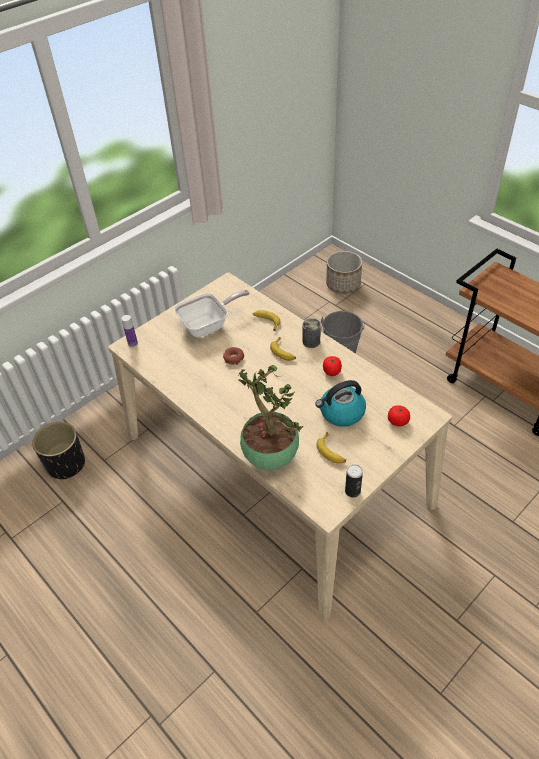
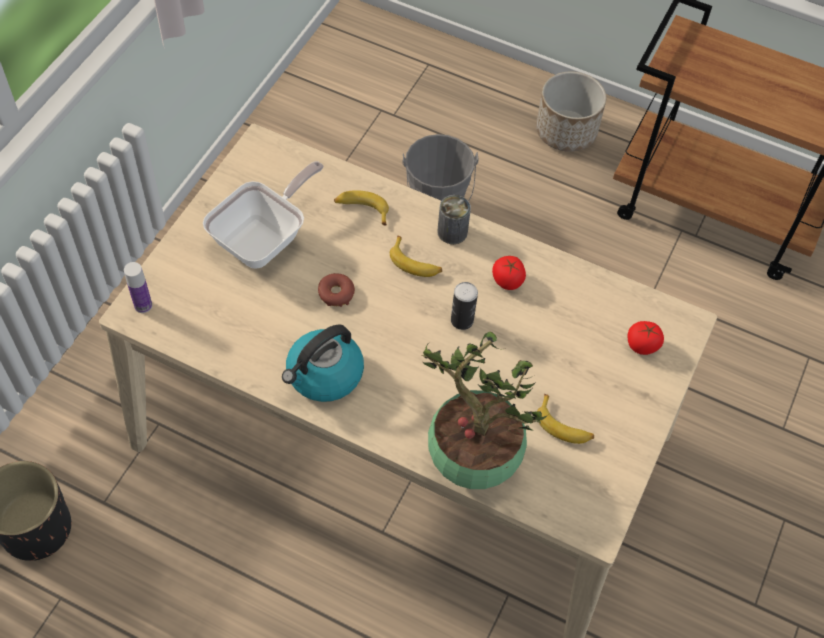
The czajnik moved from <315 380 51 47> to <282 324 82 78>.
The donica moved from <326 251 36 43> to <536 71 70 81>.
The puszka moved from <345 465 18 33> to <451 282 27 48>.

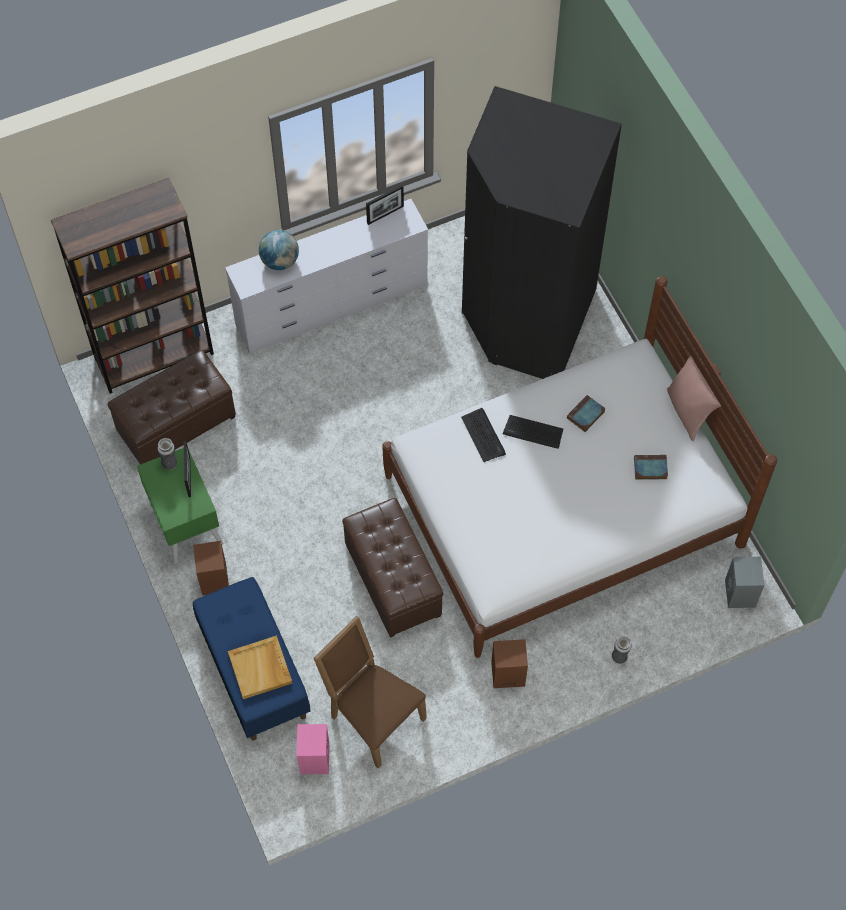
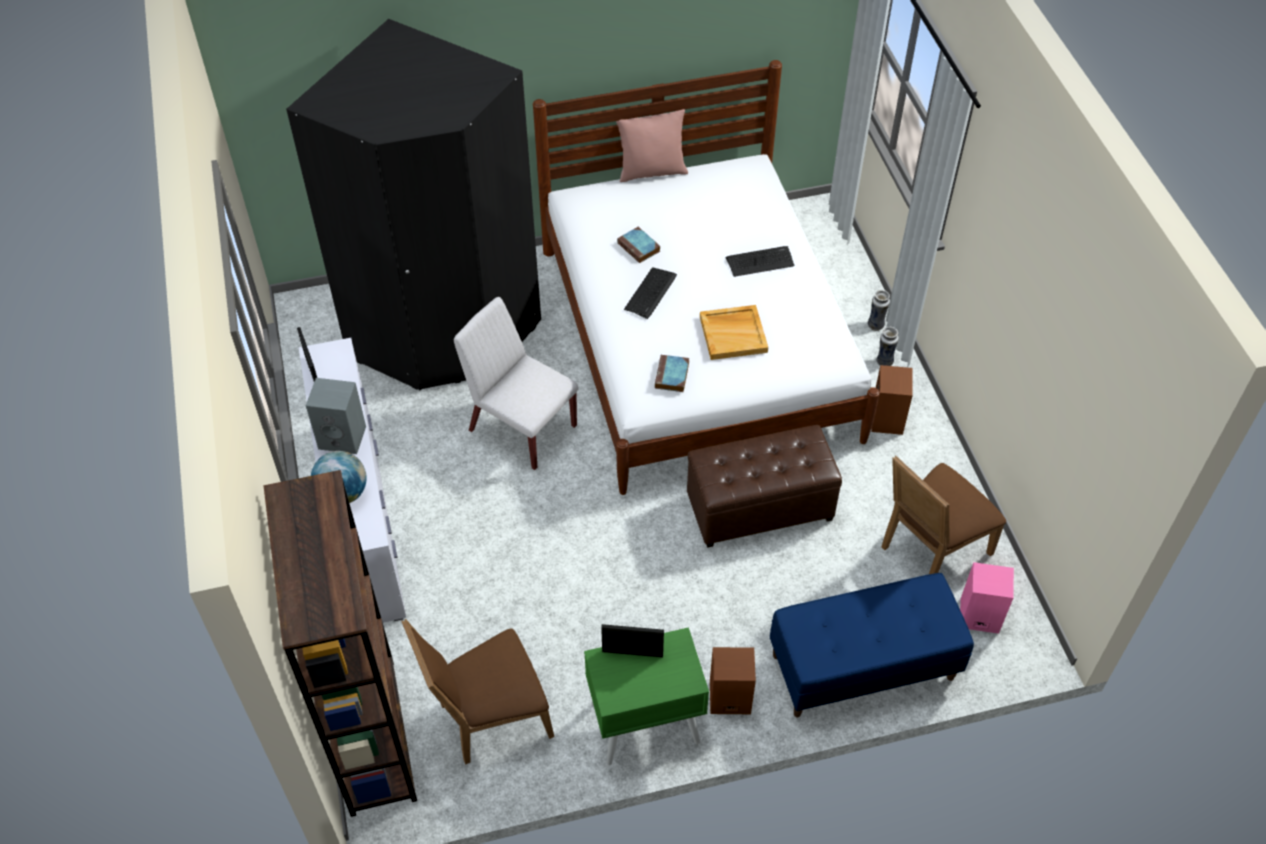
The krzesło (biały) at <454 297 125 173> appeared.
The wazon moved from <158 438 19 32> to <876 327 23 39>.
The taca (beżowy) moved from <228 636 64 63> to <700 305 68 55>.
The klawiatura moved from <461 408 45 54> to <725 246 69 31>.
The książka moved from <634 455 34 25> to <655 355 34 37>.
The głośnik (szary) moved from <725 557 40 51> to <306 378 60 76>.
The pufa (brązowy) at <108 350 128 115> was replaced by the krzesło (brązowy) at <402 619 152 146>.

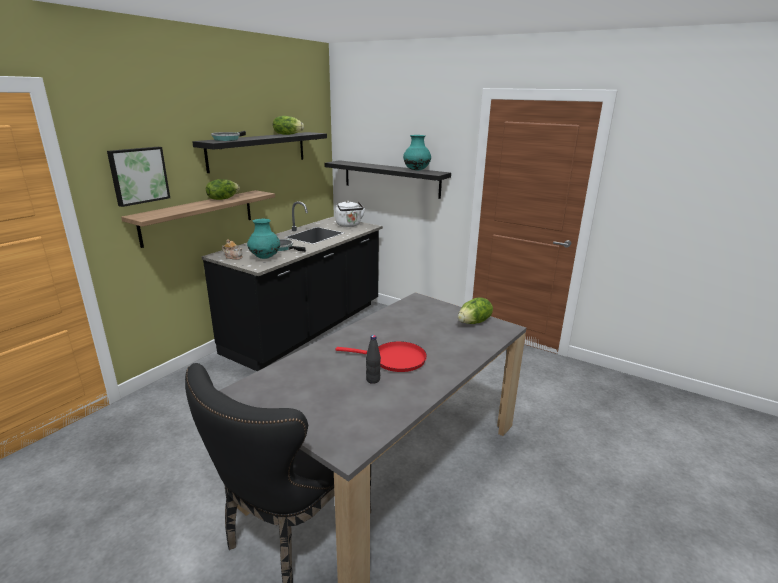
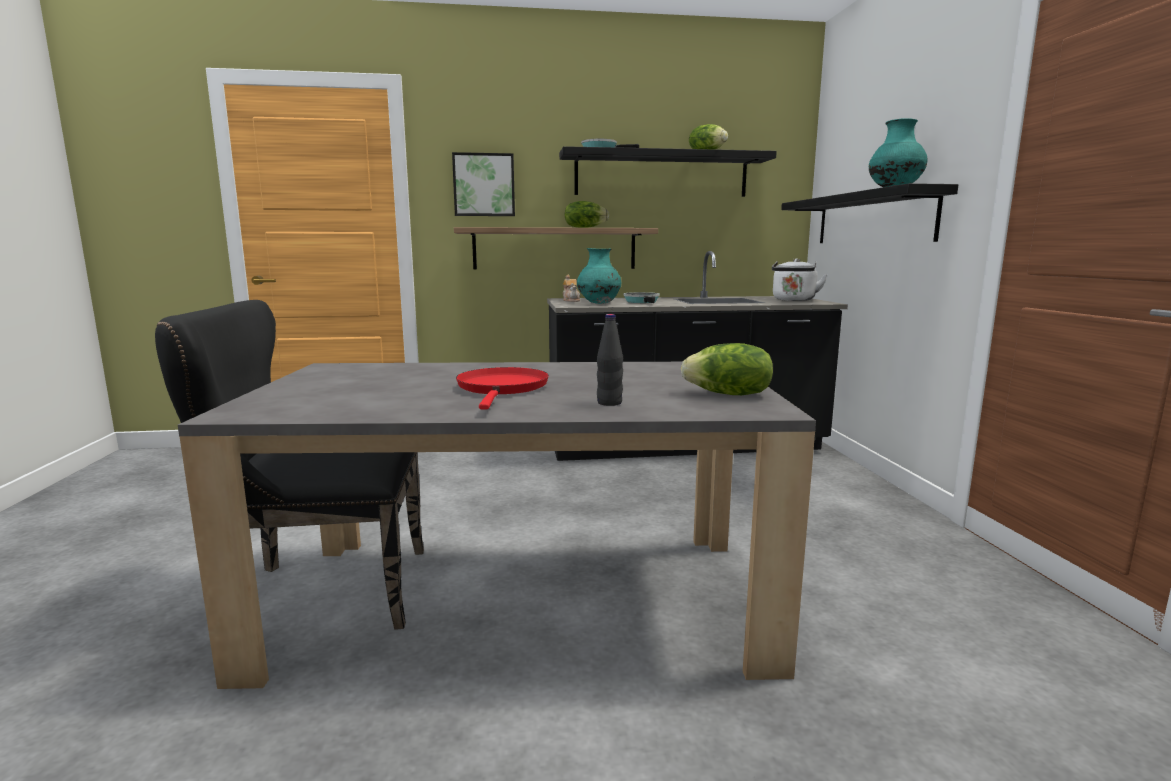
The butelka (czarny) moved from <366 335 15 49> to <597 314 26 92>.
The patelnia (czerwony) at <335 341 92 31> turned 150 degrees counterclockwise.

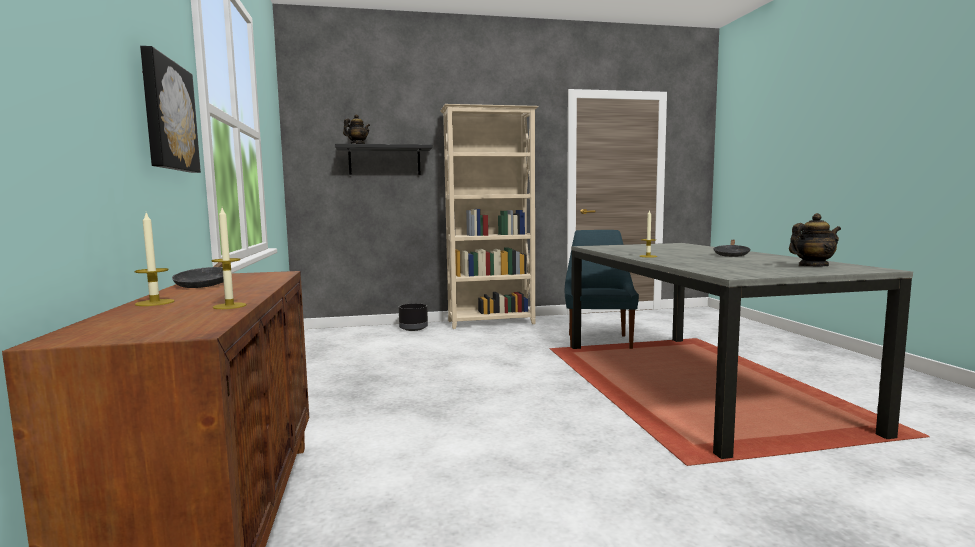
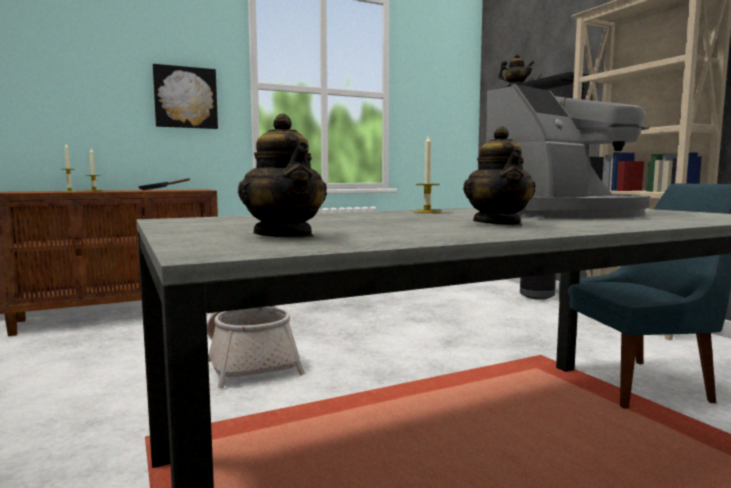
The koszyk at <207 306 98 82> appeared.
The ekspres do kawy at <486 84 164 135> appeared.
The patelnia (czarny) at <713 240 38 17> was replaced by the imbryk at <463 126 72 99>.

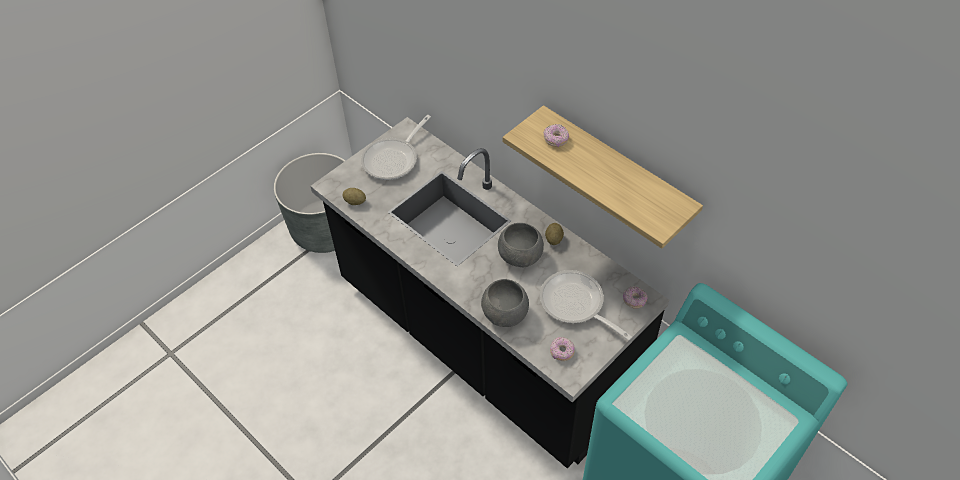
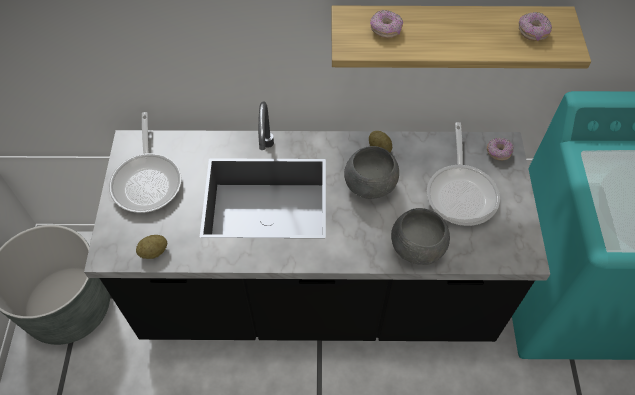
The donut moved from <550 337 25 24> to <519 12 33 29>.
The patelnia at <540 270 92 70> turned 90 degrees counterclockwise.

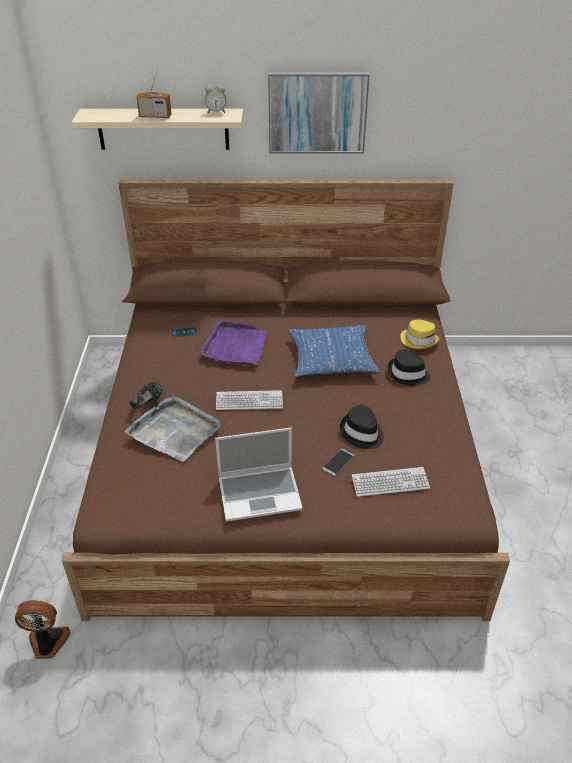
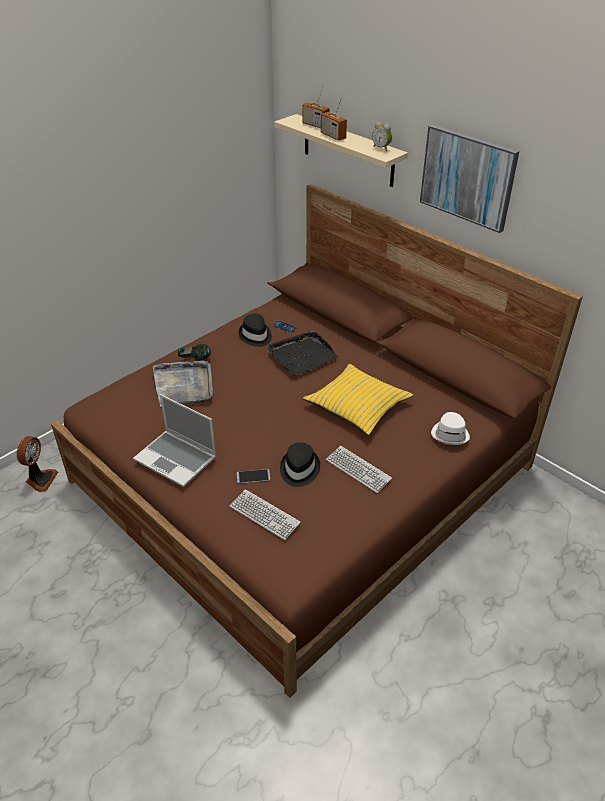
The radio at <302 85 28 43> appeared.
The klawiatura moved from <216 390 67 20> to <326 446 66 47>.
The kapelusz (czarny) moved from <388 350 42 36> to <239 313 33 34>.
The taca (fioletowy) at <200 321 67 44> became the taca (czarny) at <268 331 70 44>.
The poduszka (niebieski) at <288 325 92 52> became the poduszka (żółty) at <303 364 110 71>.
The kapelusz (żółty) at <400 320 39 29> became the kapelusz (biały) at <431 412 39 33>.
The wentylator at <15 600 56 59> turned 60 degrees clockwise.

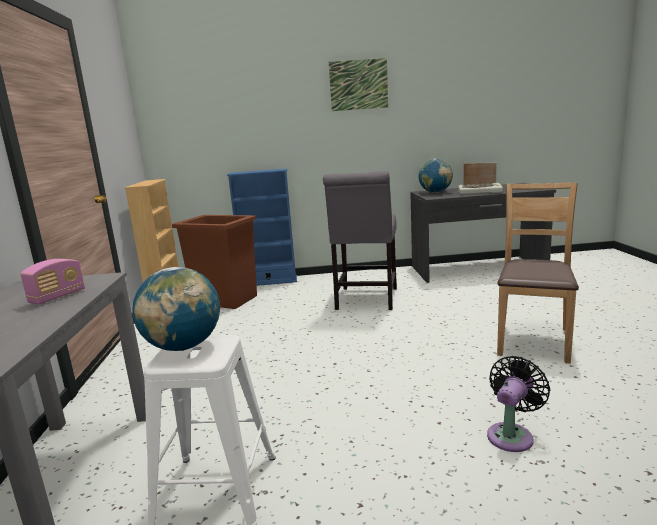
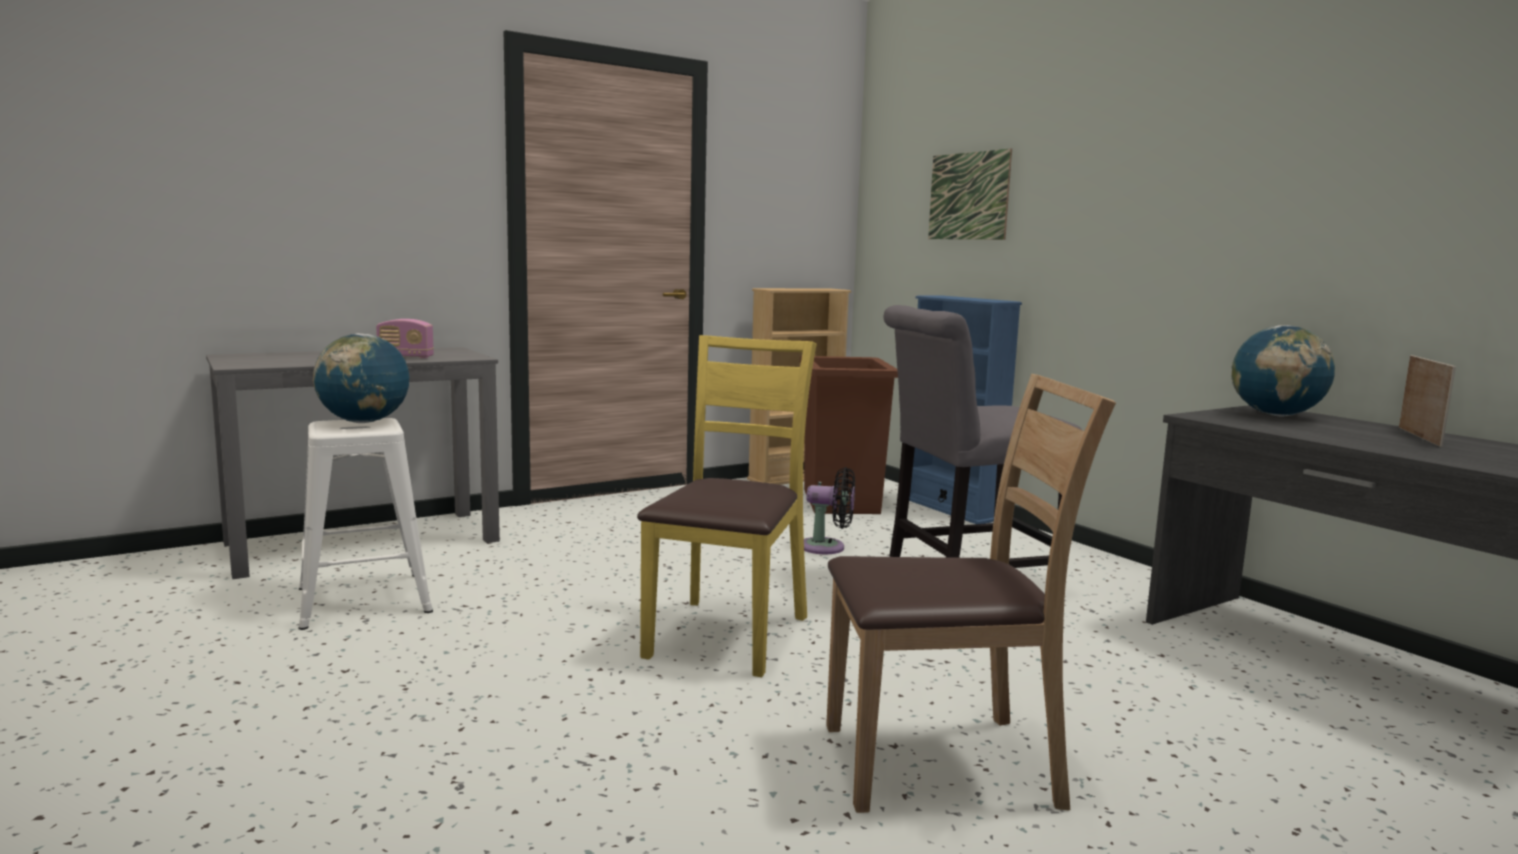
The klawiatura at <458 183 45 12> disappeared.
The krzesło (żółty) at <637 335 180 342> appeared.
The obraz moved from <329 58 59 53> to <928 148 84 92>.
The wentylator (czarny) moved from <487 356 63 96> to <804 467 51 87>.

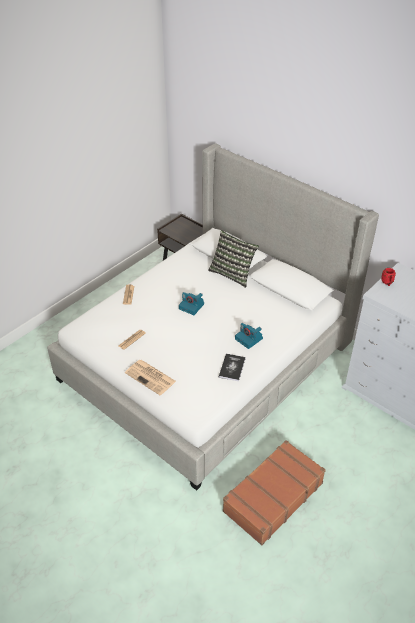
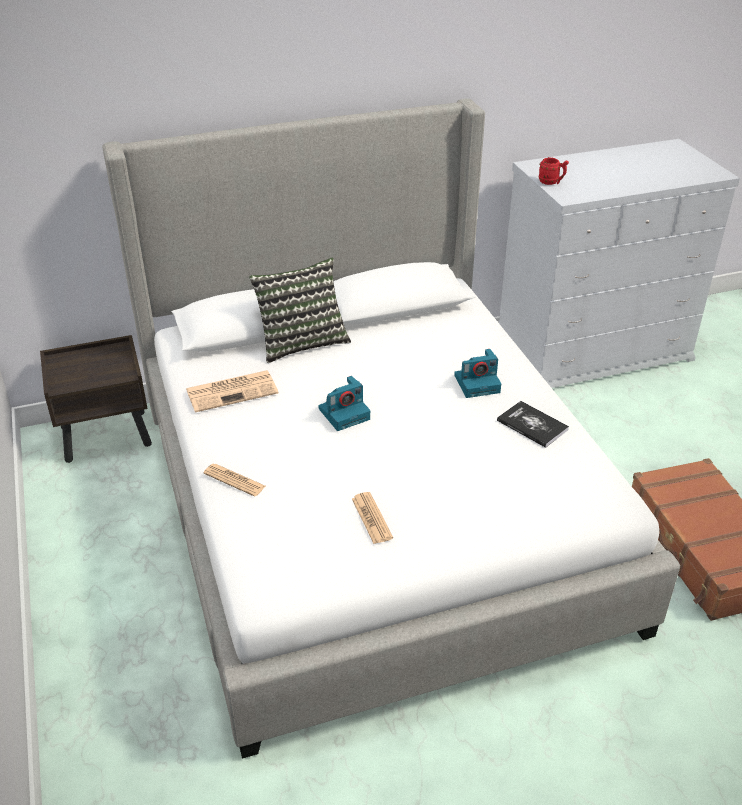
The gazeta moved from <125 360 51 35> to <186 370 93 43>.

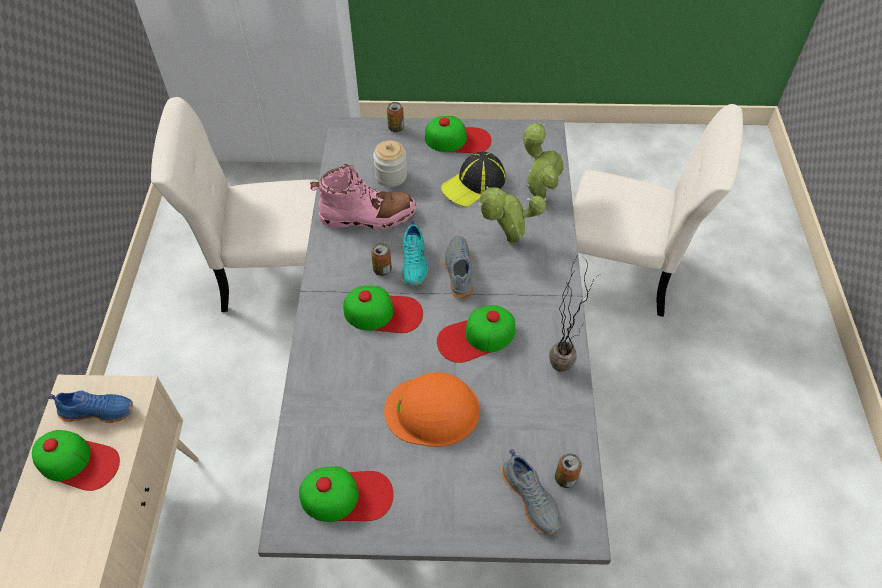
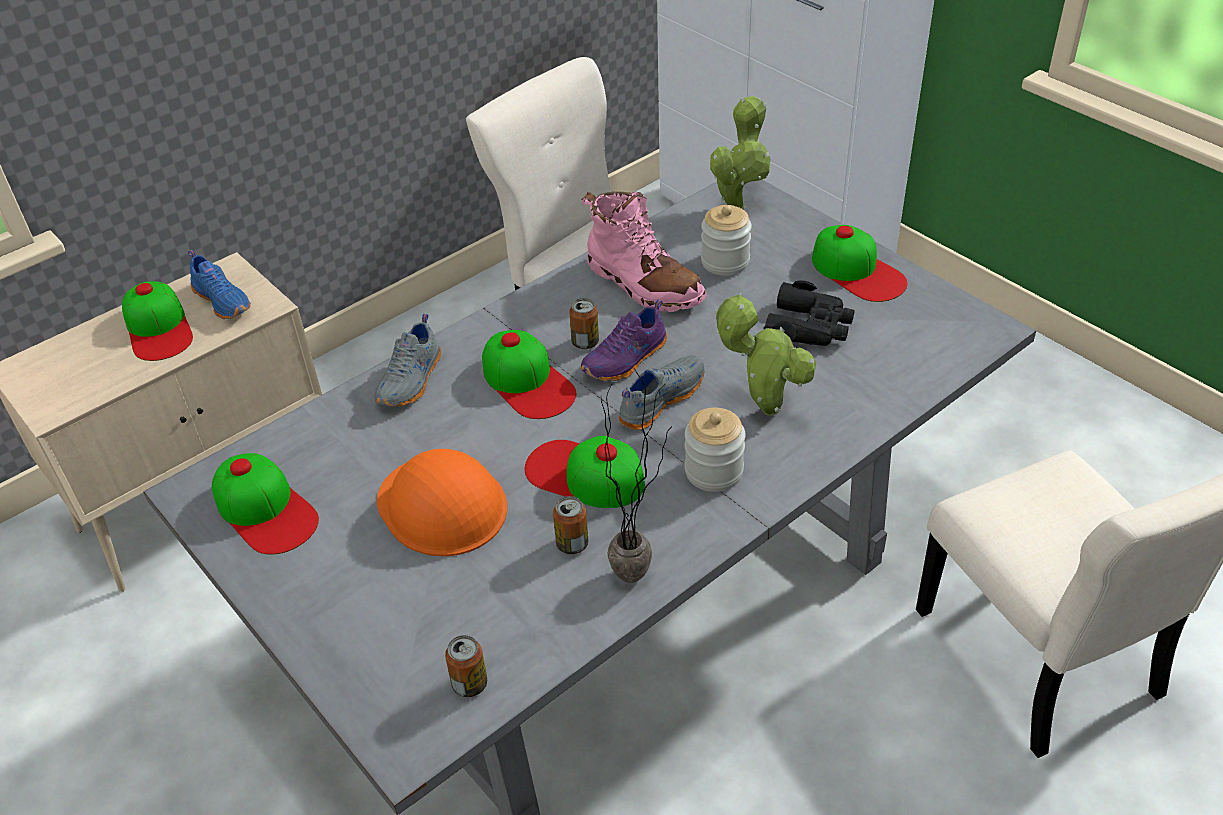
The słoik at <685 408 60 84> appeared.
The puszka moved from <387 102 17 30> to <553 496 35 58>.
The but (szary) moved from <501 449 60 85> to <375 314 66 92>.
The roślina doniczkowa moved from <523 123 41 76> to <710 96 60 114>.
The czapka z daszkiem at <441 152 64 55> was replaced by the lornetka (czarny) at <763 281 92 65>.
The but (turkusowy) at <402 219 27 67> became the but (fioletowy) at <581 299 86 82>.

